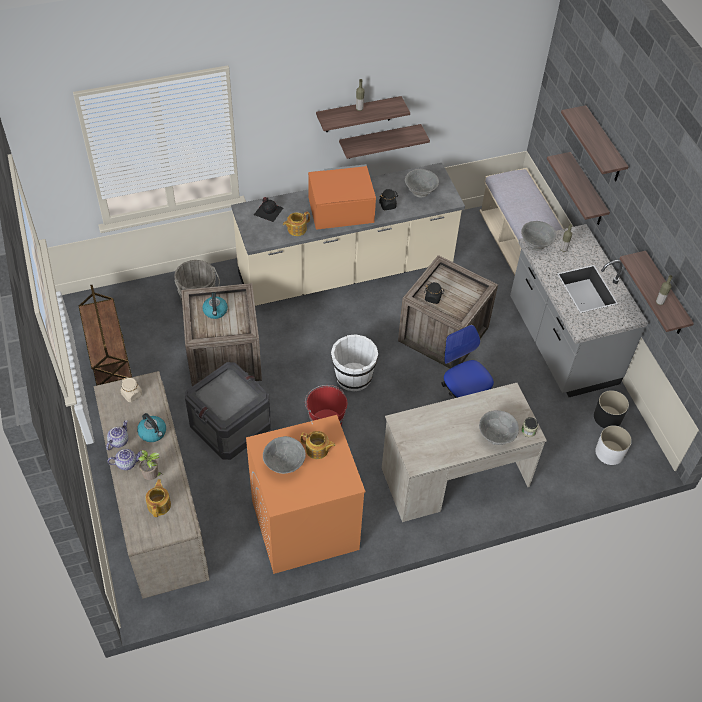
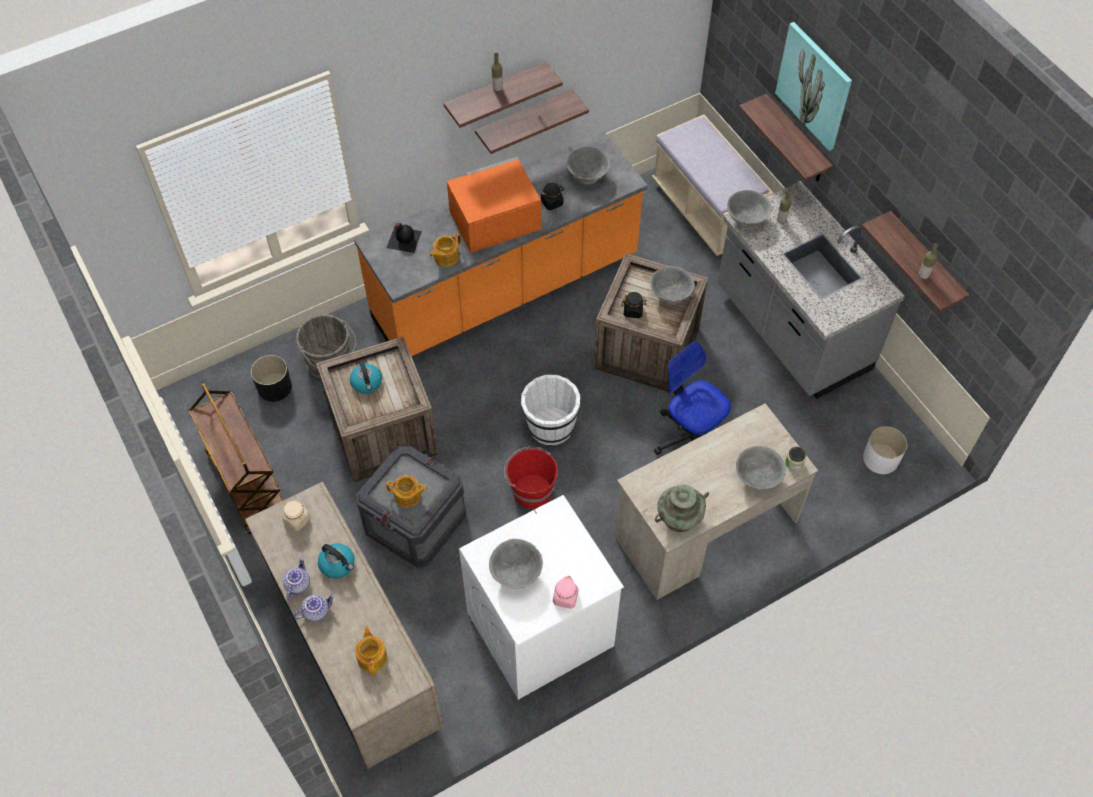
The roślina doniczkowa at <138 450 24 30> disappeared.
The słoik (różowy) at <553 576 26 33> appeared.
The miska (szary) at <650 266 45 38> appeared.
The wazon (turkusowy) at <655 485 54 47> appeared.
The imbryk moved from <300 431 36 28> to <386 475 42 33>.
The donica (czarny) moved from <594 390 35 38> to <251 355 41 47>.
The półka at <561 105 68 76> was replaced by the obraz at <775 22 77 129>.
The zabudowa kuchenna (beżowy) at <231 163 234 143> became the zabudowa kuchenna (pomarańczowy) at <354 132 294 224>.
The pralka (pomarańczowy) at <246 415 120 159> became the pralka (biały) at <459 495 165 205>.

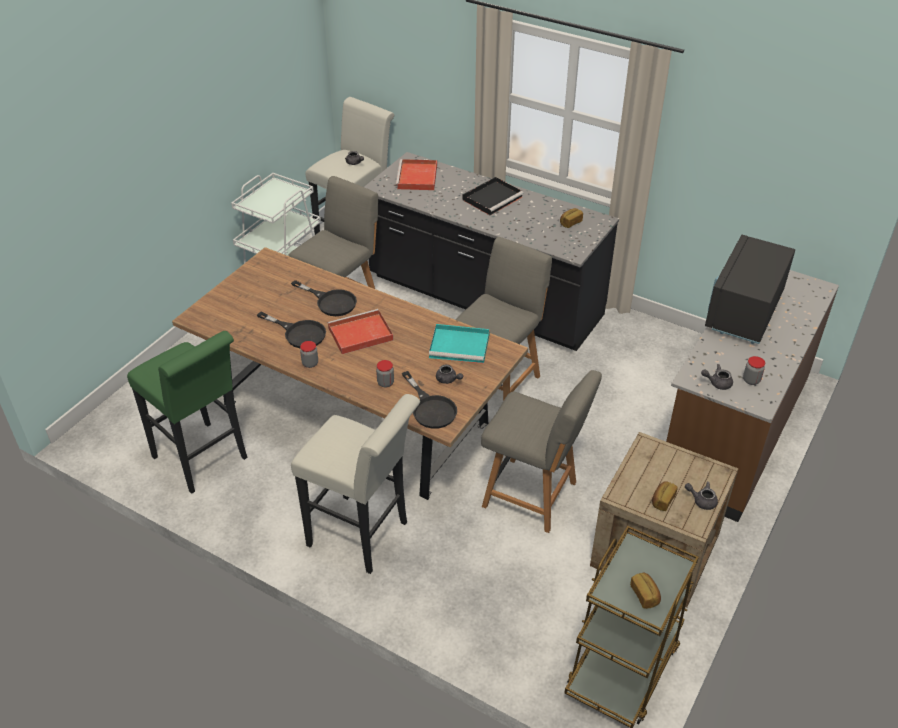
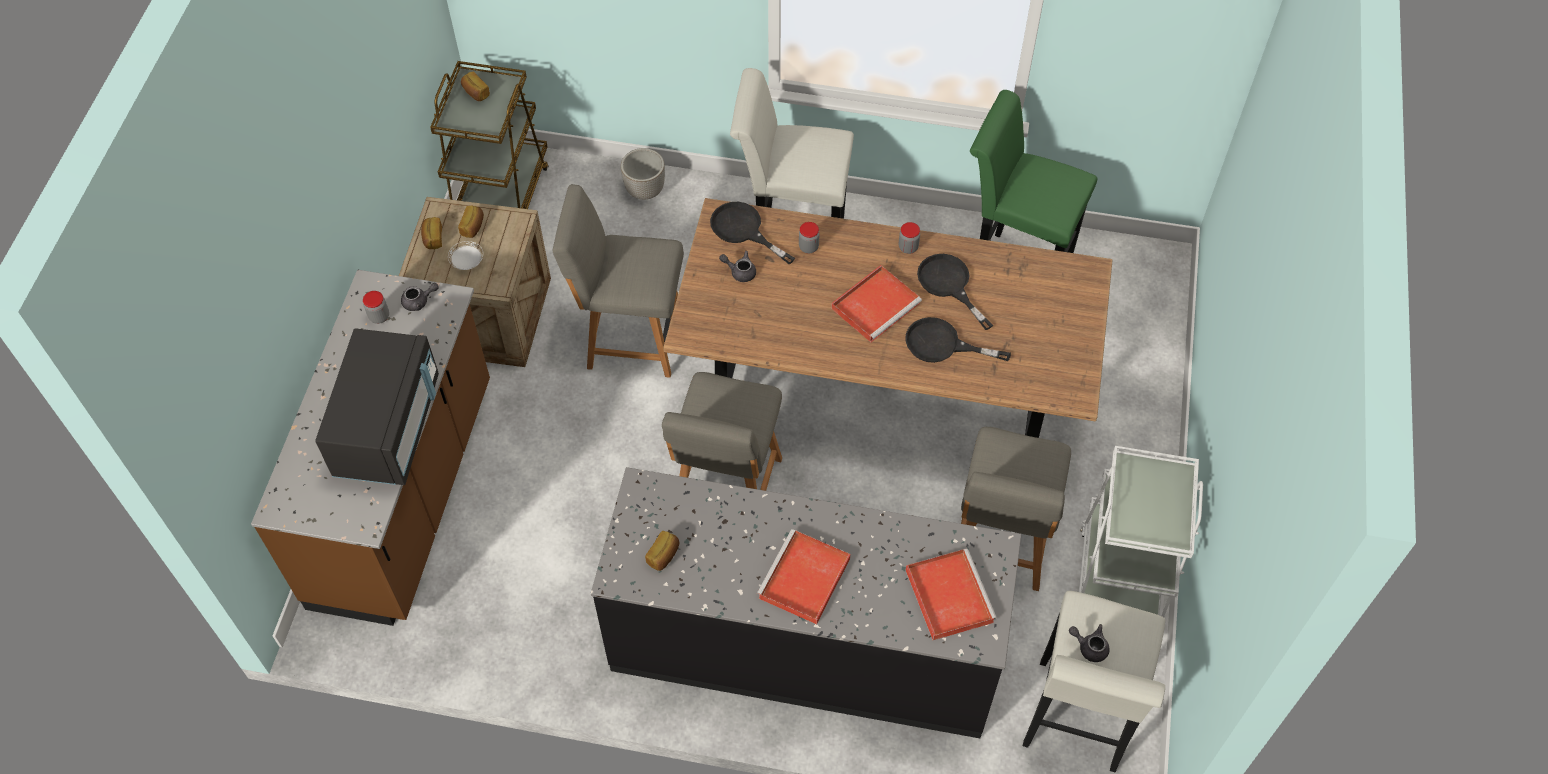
The taca (turkusowy) at <429 324 61 40> disappeared.
The talerz (biały) at <448 241 35 29> appeared.
The donica at <621 148 44 52> appeared.
The imbryk (szary) at <685 482 33 28> was replaced by the chleb at <421 217 21 32>.
The taca (czarny) at <463 177 61 38> became the taca (czerwony) at <757 529 94 95>.
The patelnia (czarny) at <257 312 69 36> turned 45 degrees clockwise.

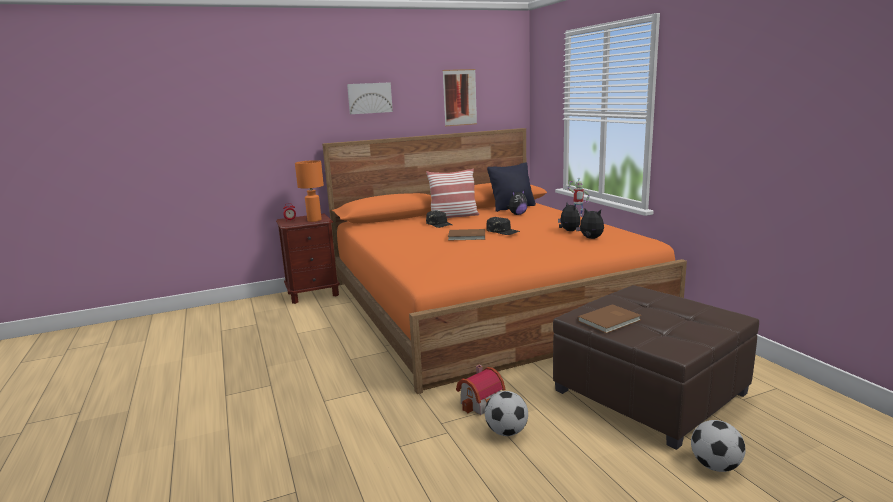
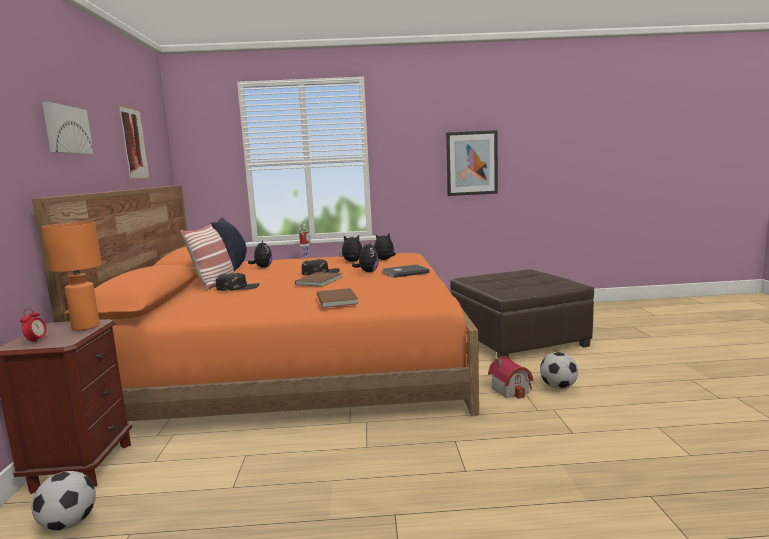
The pluszak at <352 241 27 31> appeared.
The książka (szary) at <383 264 47 14> appeared.
The obraz at <446 130 52 66> appeared.
The książka (brązowy) moved from <577 304 65 30> to <317 288 42 20>.
The piłka futbolowa moved from <691 420 55 52> to <32 471 64 60>.

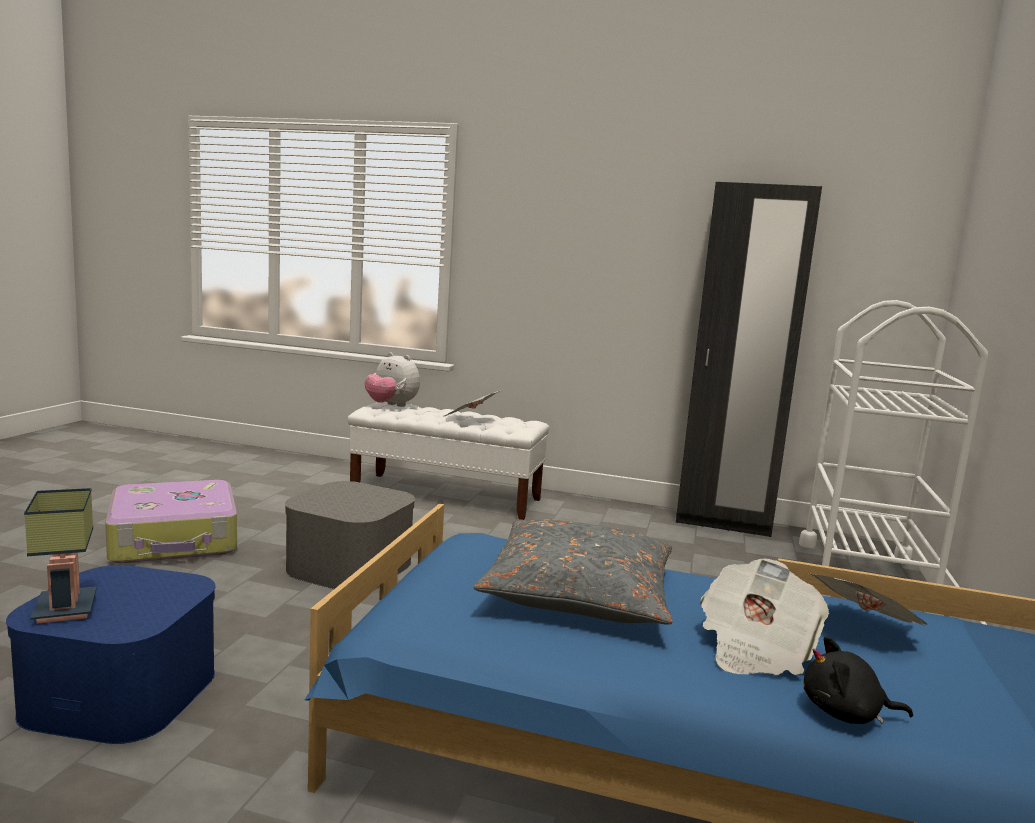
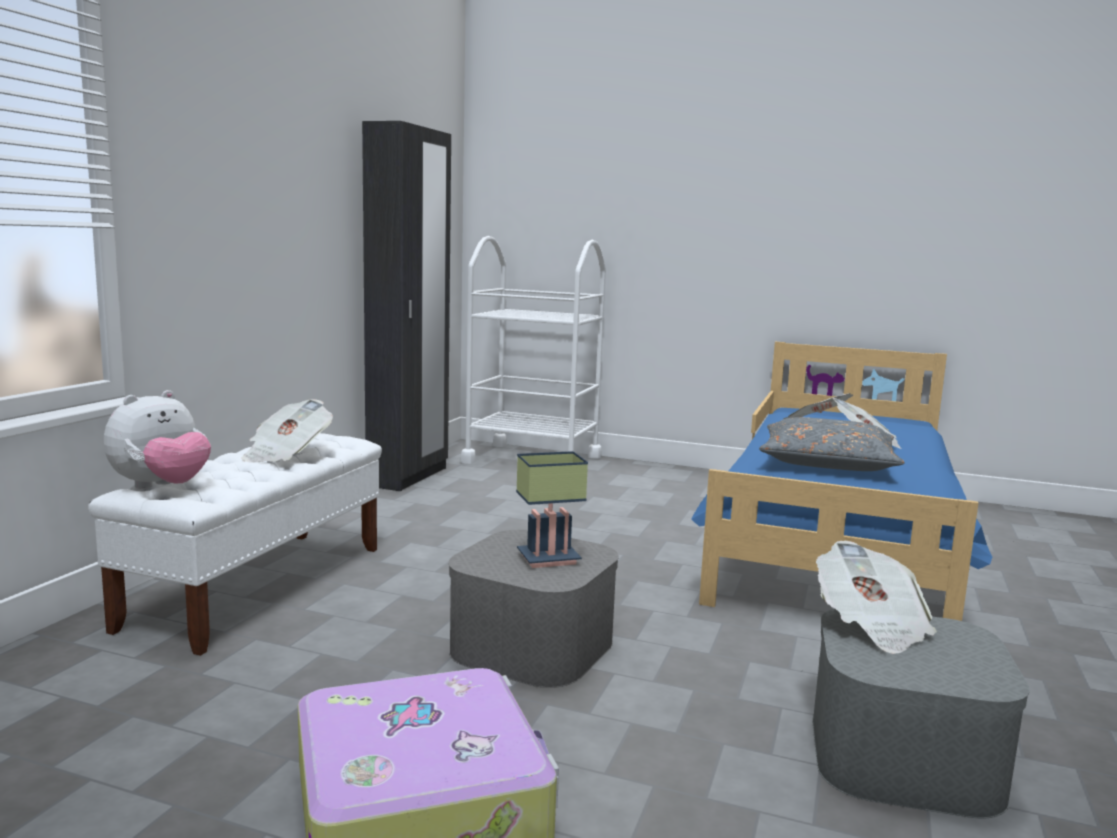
The pluszak (czarny) at <804 636 109 88> disappeared.
The gazeta at <816 541 121 113> appeared.
The lampa stołowa moved from <24 488 73 136> to <516 451 72 117>.
The pojemnik do przechowywania (niebieski) at <6 565 209 179> became the pojemnik do przechowywania (szary) at <812 609 218 210>.

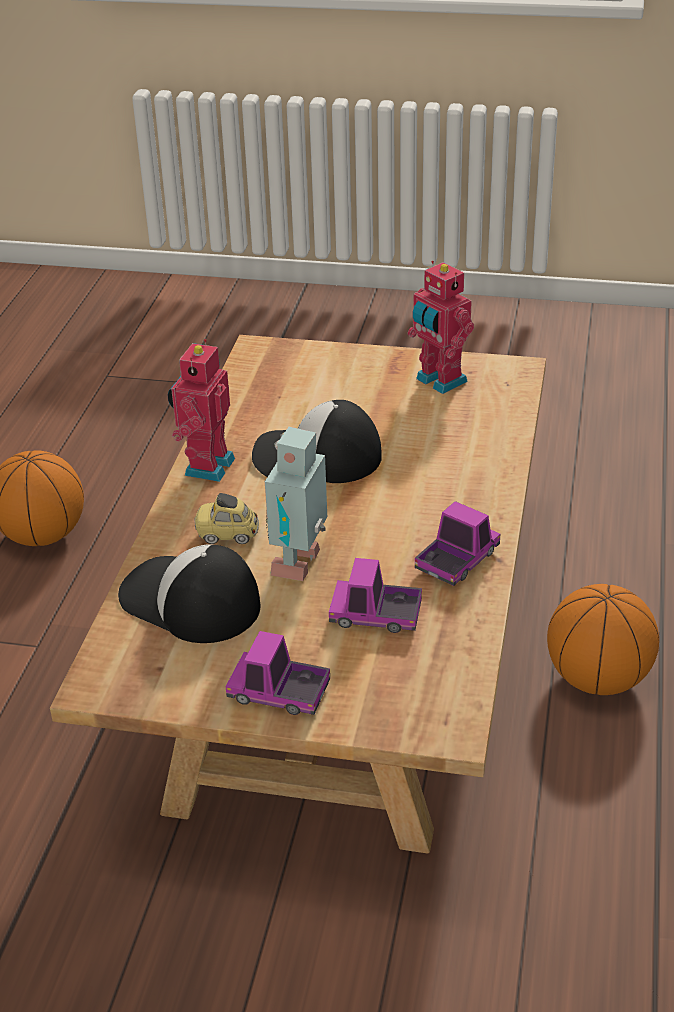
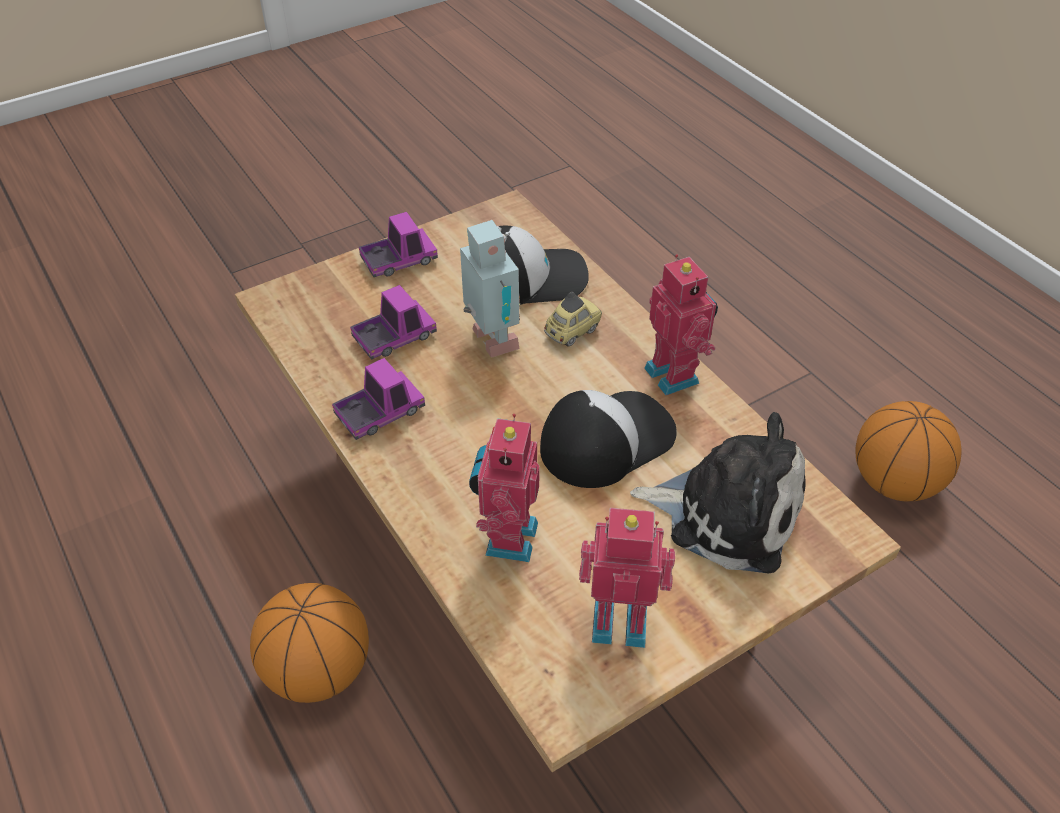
The robot zabawkowy at <469 414 71 148> appeared.
The pluszak at <630 412 176 162> appeared.
The ciężarówka zabawkowa at <415 501 85 85> turned 120 degrees counterclockwise.

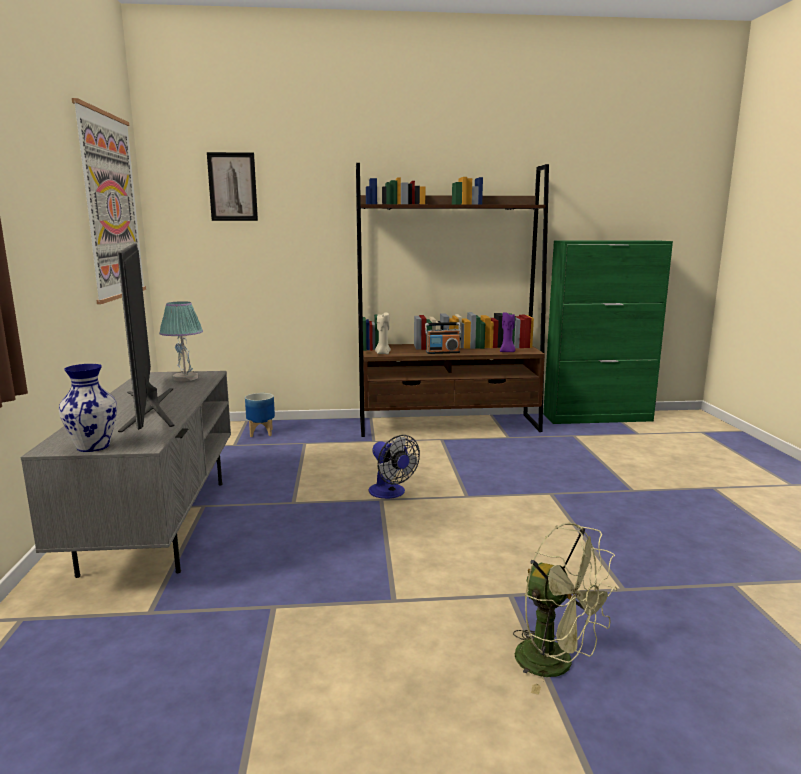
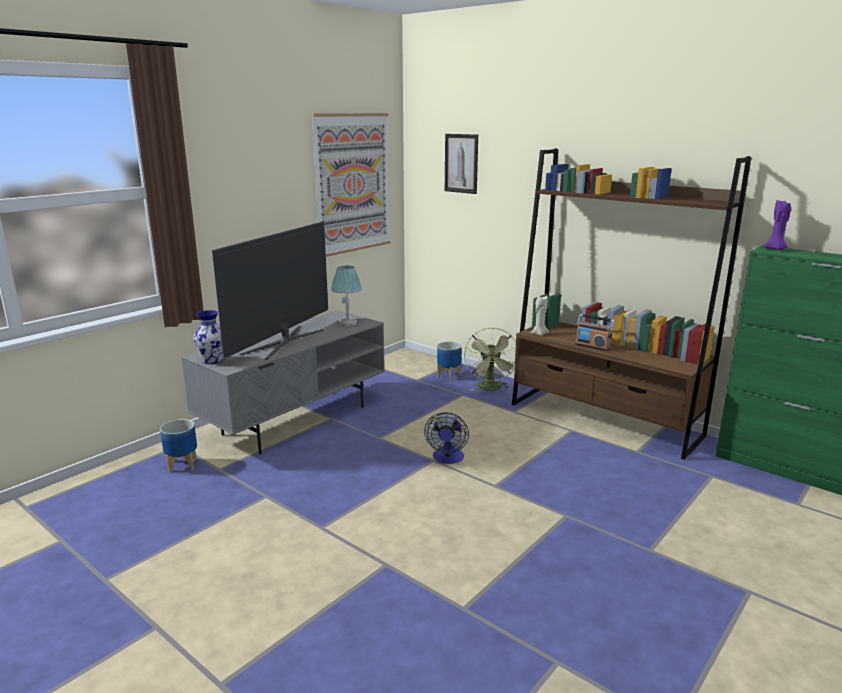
The donica at <160 419 37 54> appeared.
The świeca (fioletowy) moved from <500 312 16 40> to <763 200 28 50>.
The wentylator (zielony) moved from <513 522 104 173> to <464 328 52 63>.

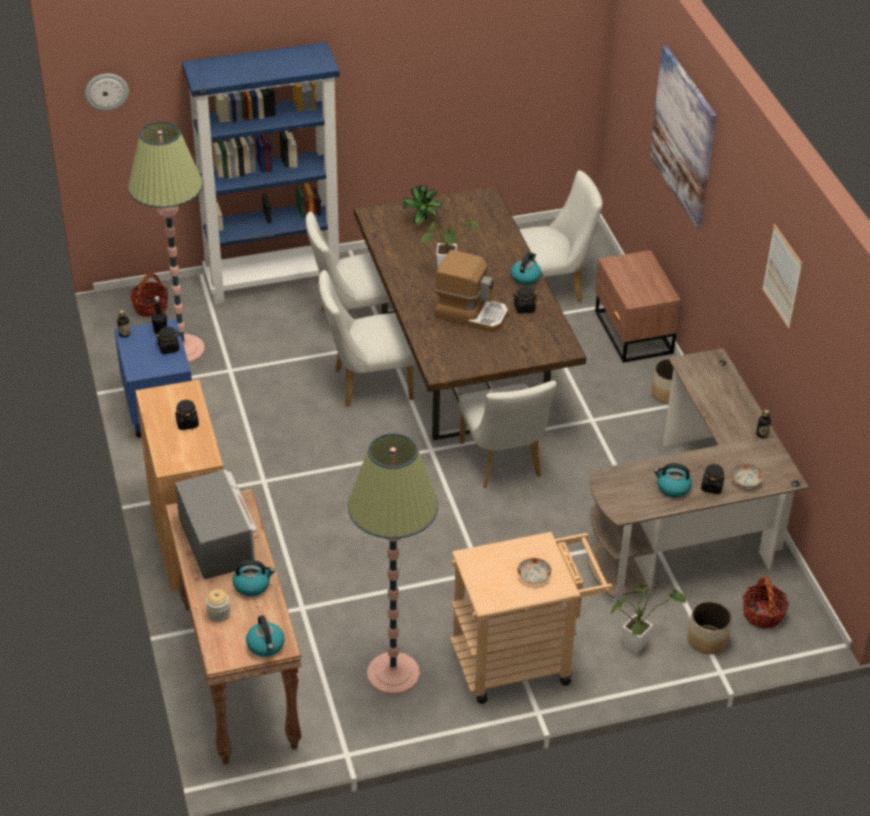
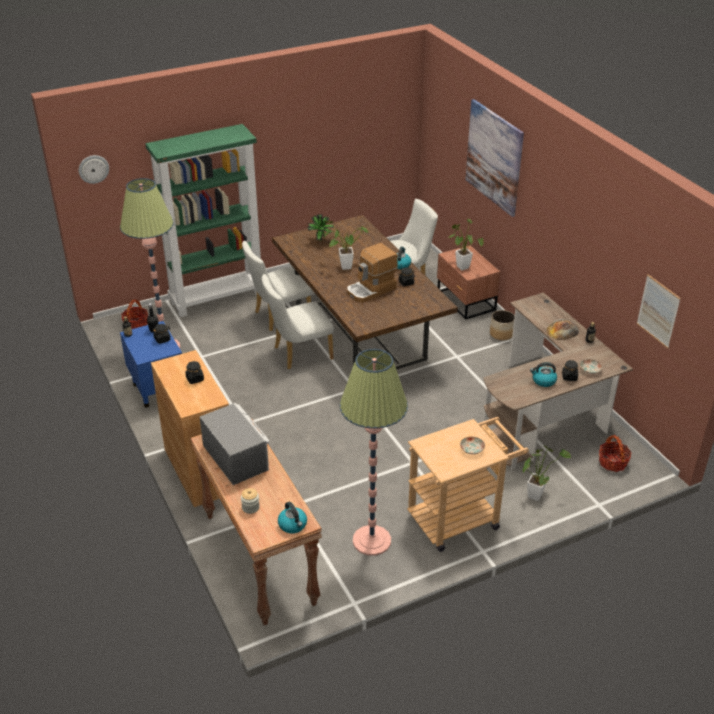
The czajnik at <233 560 42 36> disappeared.
The krzesło (biały) at <459 381 98 107> disappeared.
The donica at <688 601 44 54> disappeared.
The roślina doniczkowa at <448 219 35 51> appeared.
The chleb at <546 319 33 21> appeared.
The obraz moved from <762 224 40 105> to <637 274 44 75>.
The regał (niebieski) at <182 42 158 262> became the regał (zielony) at <145 124 116 193>.
The ekspres do kawy at <435 250 73 82> turned 135 degrees clockwise.

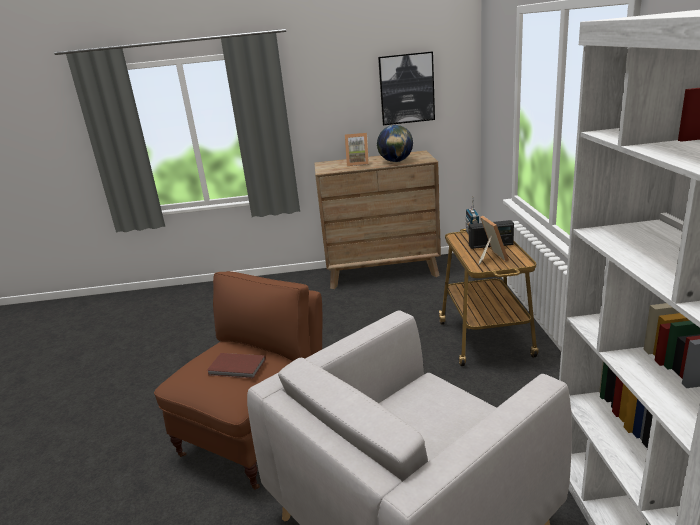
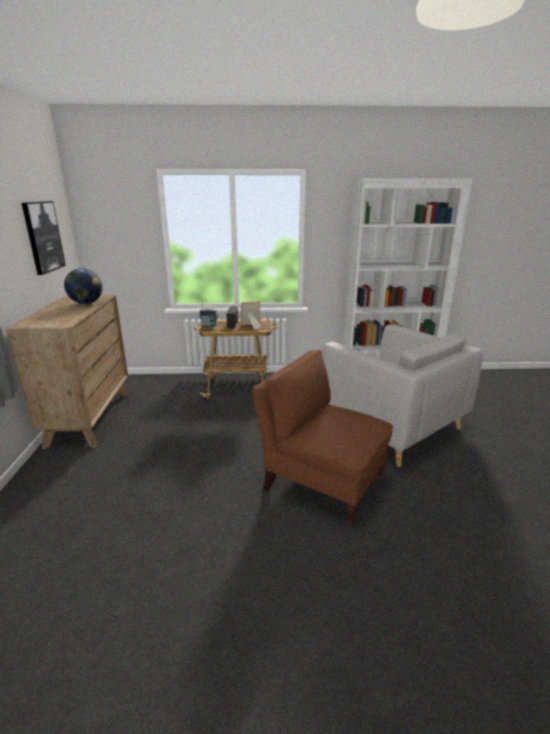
The książka (brązowy) at <207 353 59 25> disappeared.
The ramka na zdjęcie at <345 133 24 33> disappeared.

